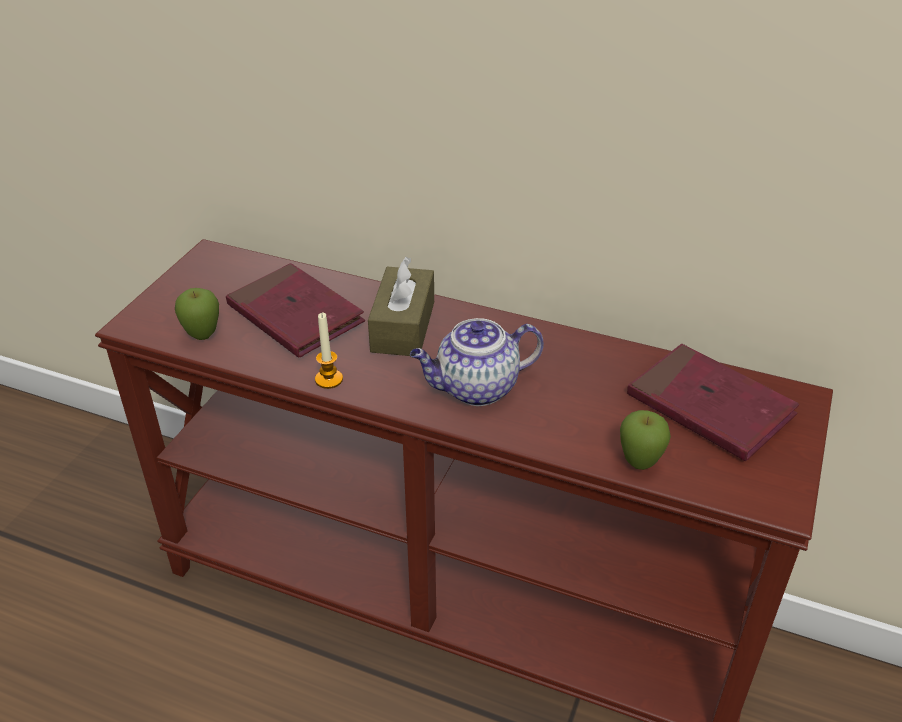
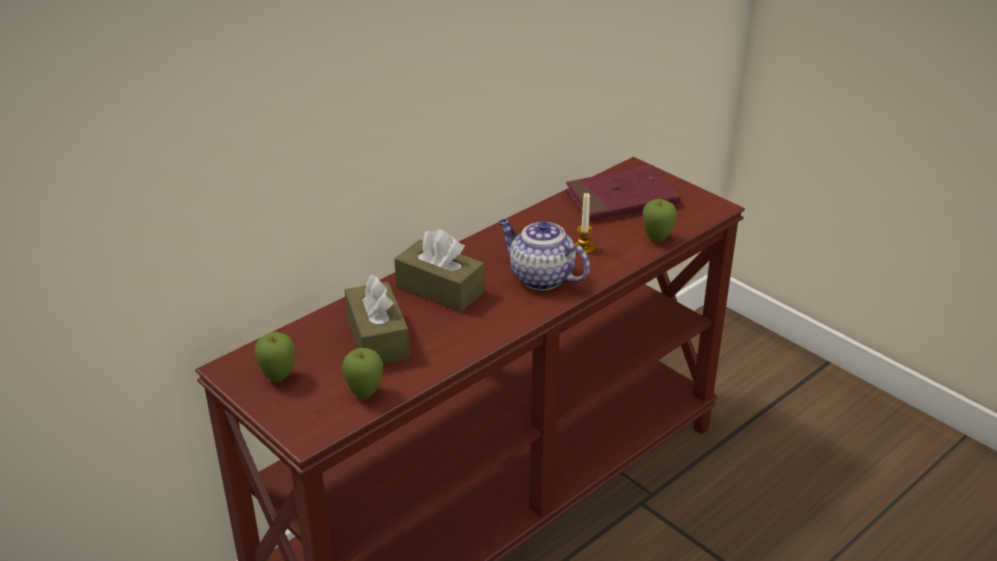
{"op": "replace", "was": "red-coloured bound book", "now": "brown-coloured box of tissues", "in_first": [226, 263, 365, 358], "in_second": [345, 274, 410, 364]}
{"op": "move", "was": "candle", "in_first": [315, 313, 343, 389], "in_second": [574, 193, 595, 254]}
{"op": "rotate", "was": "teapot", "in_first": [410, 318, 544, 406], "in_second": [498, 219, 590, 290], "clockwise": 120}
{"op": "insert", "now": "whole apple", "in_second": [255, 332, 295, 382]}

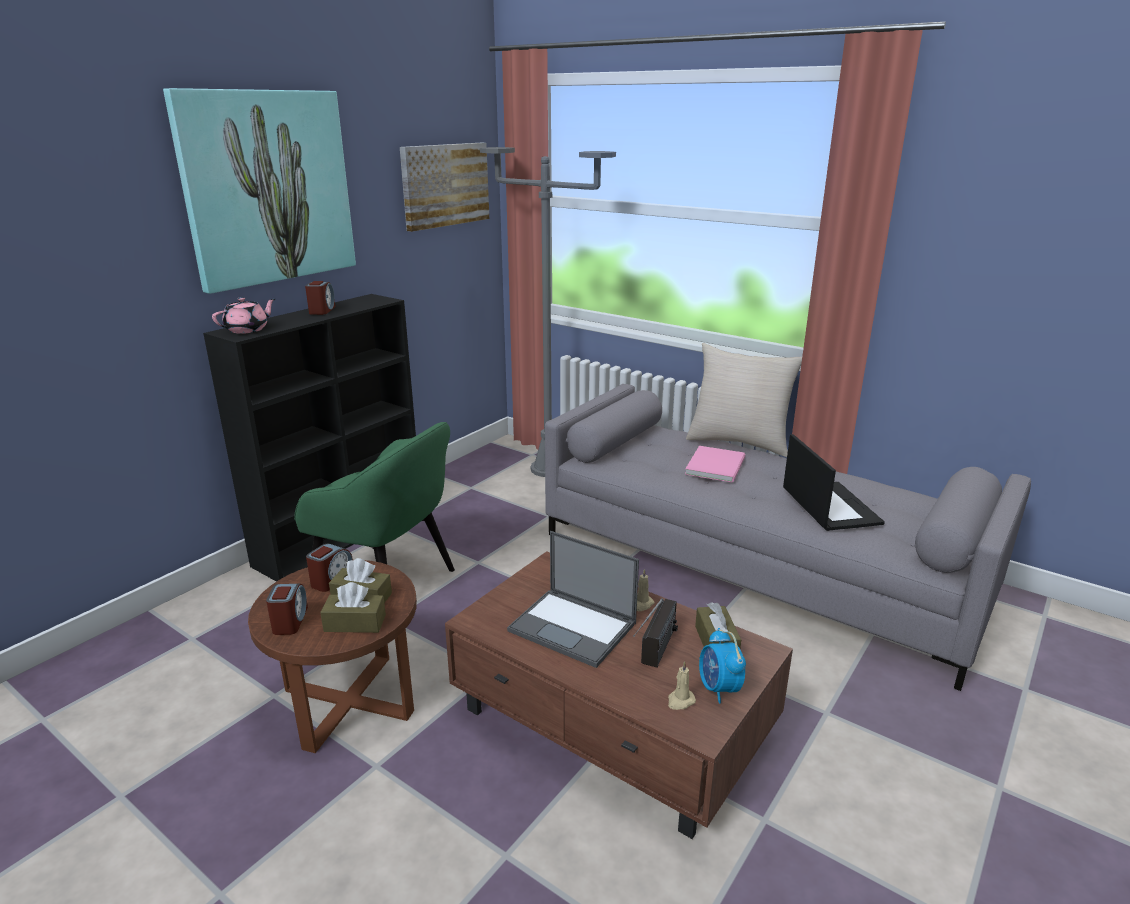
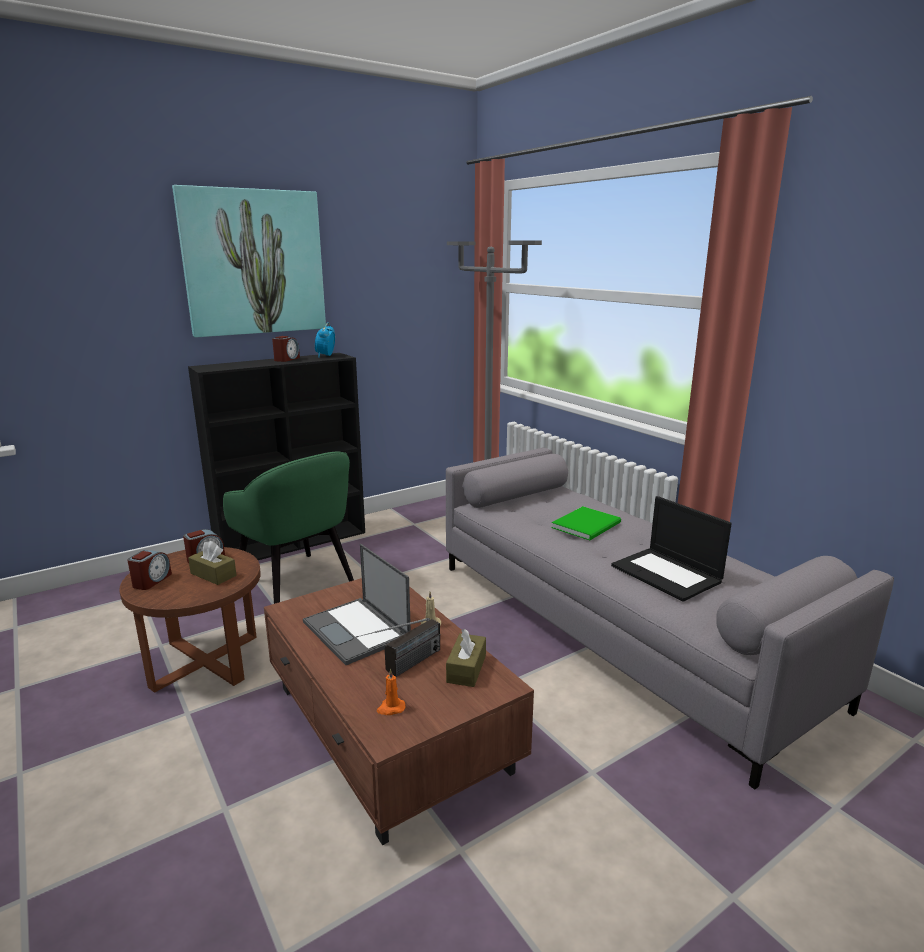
{"op": "delete", "was": "wall art", "in_first": [400, 143, 489, 232]}
{"op": "delete", "was": "pink teapot", "in_first": [212, 297, 275, 334]}
{"op": "delete", "was": "beige throw pillow", "in_first": [686, 343, 802, 457]}
{"op": "rotate", "was": "portable computer", "in_first": [783, 434, 885, 531], "in_second": [611, 496, 732, 602], "clockwise": 135}
{"op": "recolor", "was": "pink bound book", "now": "greenish bound book", "in_first": [685, 446, 745, 483], "in_second": [552, 506, 621, 540]}
{"op": "delete", "was": "brown-coloured box of tissues", "in_first": [320, 582, 386, 633]}
{"op": "move", "was": "table clock", "in_first": [699, 628, 746, 704], "in_second": [315, 322, 335, 358]}
{"op": "recolor", "was": "beige candle", "now": "orange-coloured candle", "in_first": [668, 661, 696, 710], "in_second": [377, 669, 406, 715]}

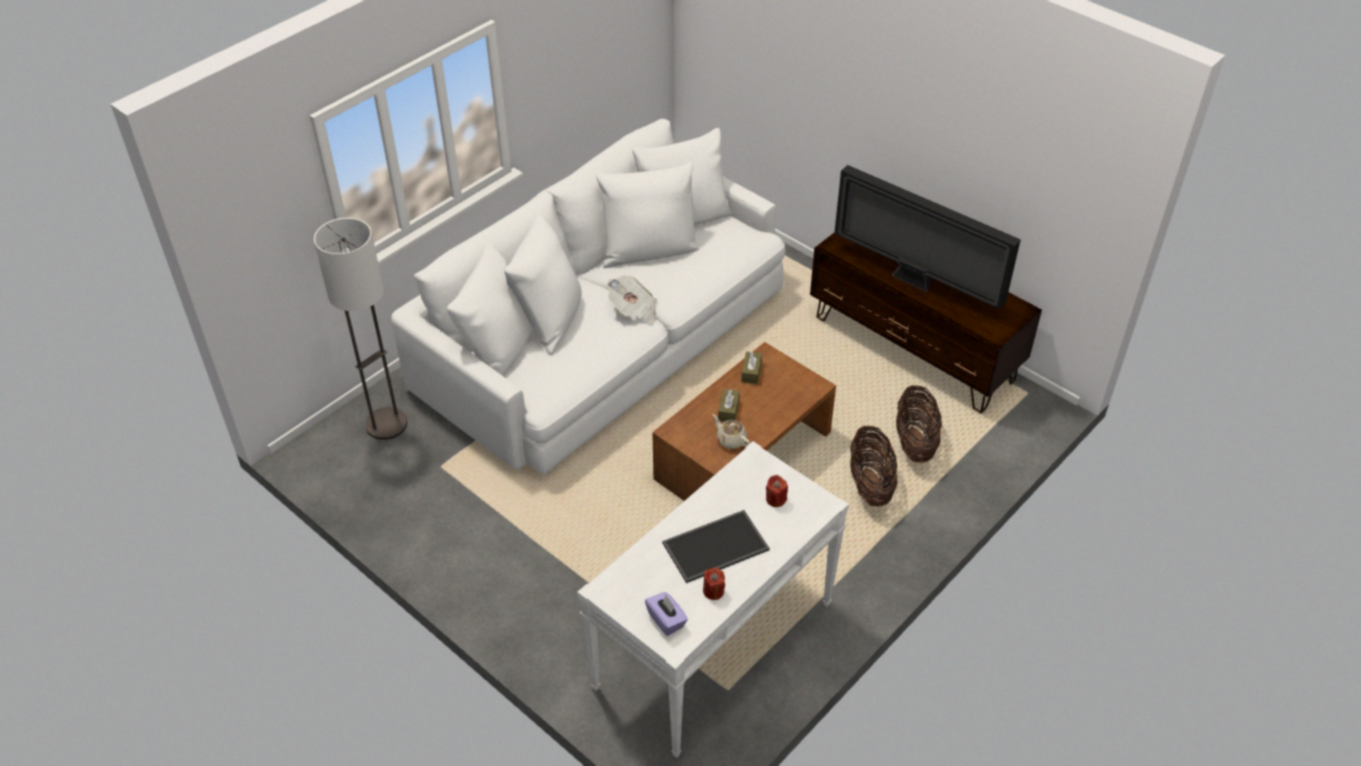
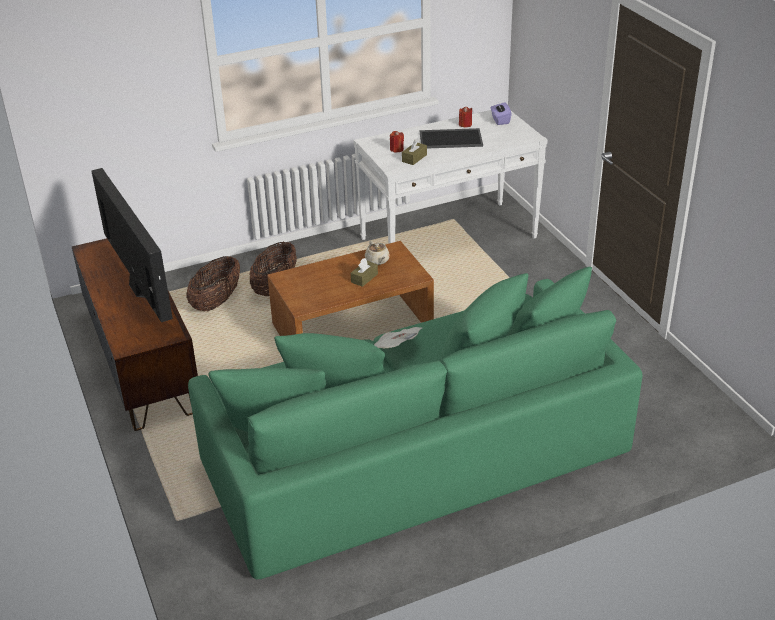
{"op": "recolor", "was": "white-coloured couch", "now": "greenish couch", "in_first": [391, 119, 785, 475], "in_second": [188, 267, 643, 579]}
{"op": "delete", "was": "standing lamp", "in_first": [314, 218, 407, 440]}
{"op": "move", "was": "brown-coloured box of tissues", "in_first": [741, 351, 762, 384], "in_second": [402, 139, 427, 165]}

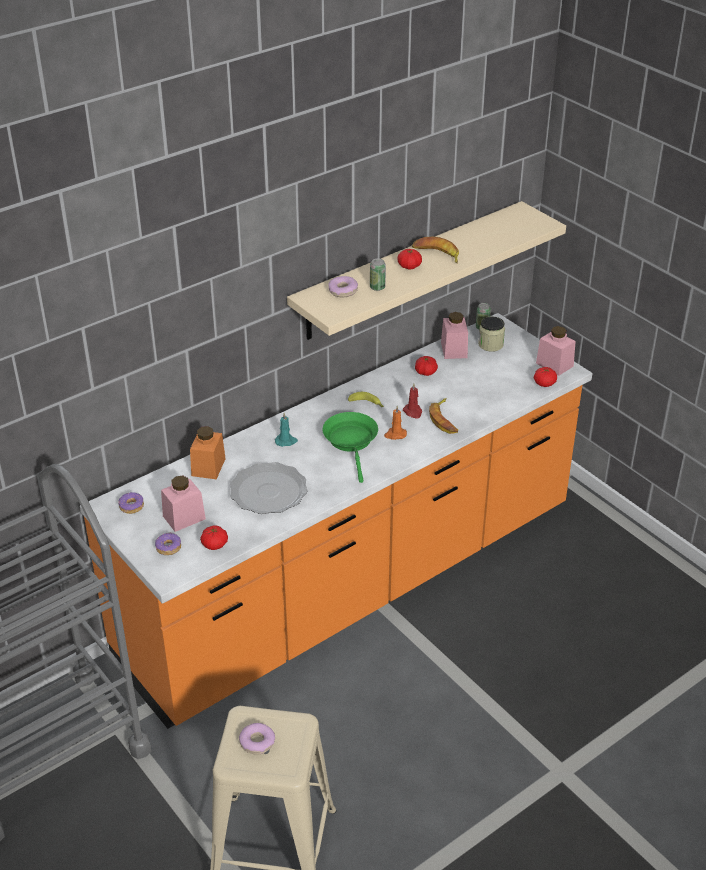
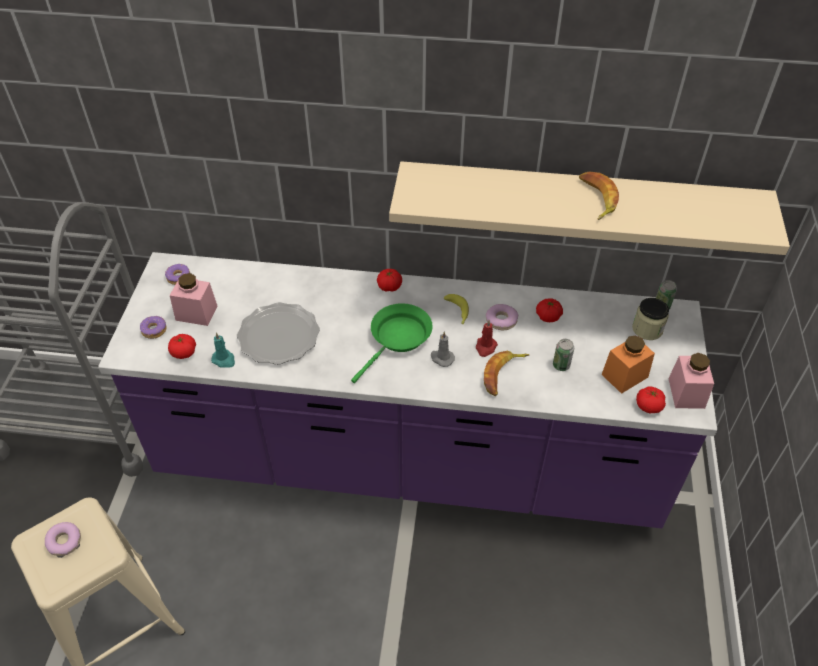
{"op": "move", "was": "whole tomato", "in_first": [398, 249, 422, 269], "in_second": [377, 269, 402, 292]}
{"op": "move", "was": "can", "in_first": [370, 259, 386, 291], "in_second": [553, 339, 574, 371]}
{"op": "move", "was": "donut", "in_first": [328, 276, 358, 297], "in_second": [486, 304, 518, 330]}
{"op": "delete", "was": "pink storage jar", "in_first": [441, 312, 468, 359]}
{"op": "recolor", "was": "orange-coloured counter", "now": "purple counter", "in_first": [80, 313, 592, 729], "in_second": [98, 252, 717, 528]}
{"op": "recolor", "was": "orange-coloured candle", "now": "grey candle", "in_first": [384, 406, 407, 440], "in_second": [431, 331, 455, 367]}
{"op": "move", "was": "blue-green candle", "in_first": [275, 412, 298, 447], "in_second": [211, 332, 235, 368]}
{"op": "move", "was": "orange-coloured storage jar", "in_first": [190, 426, 226, 479], "in_second": [602, 335, 655, 394]}

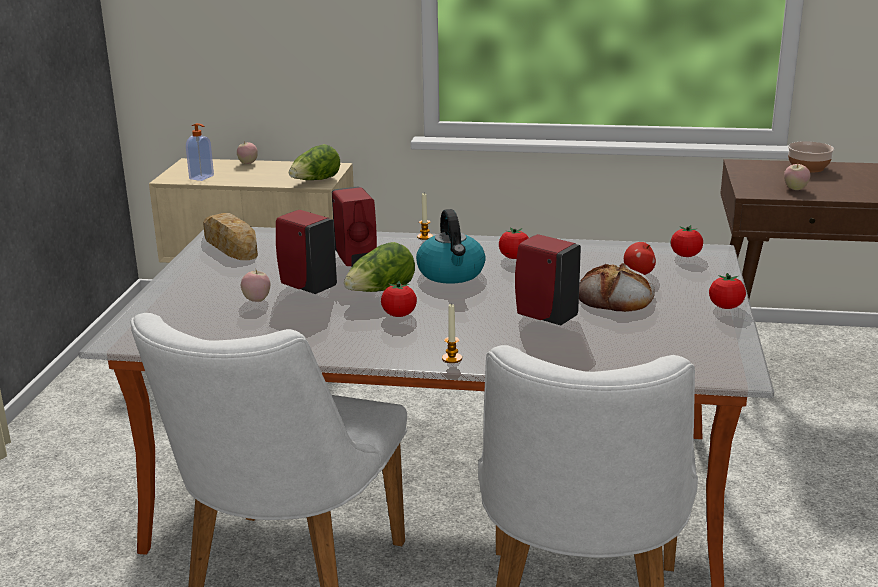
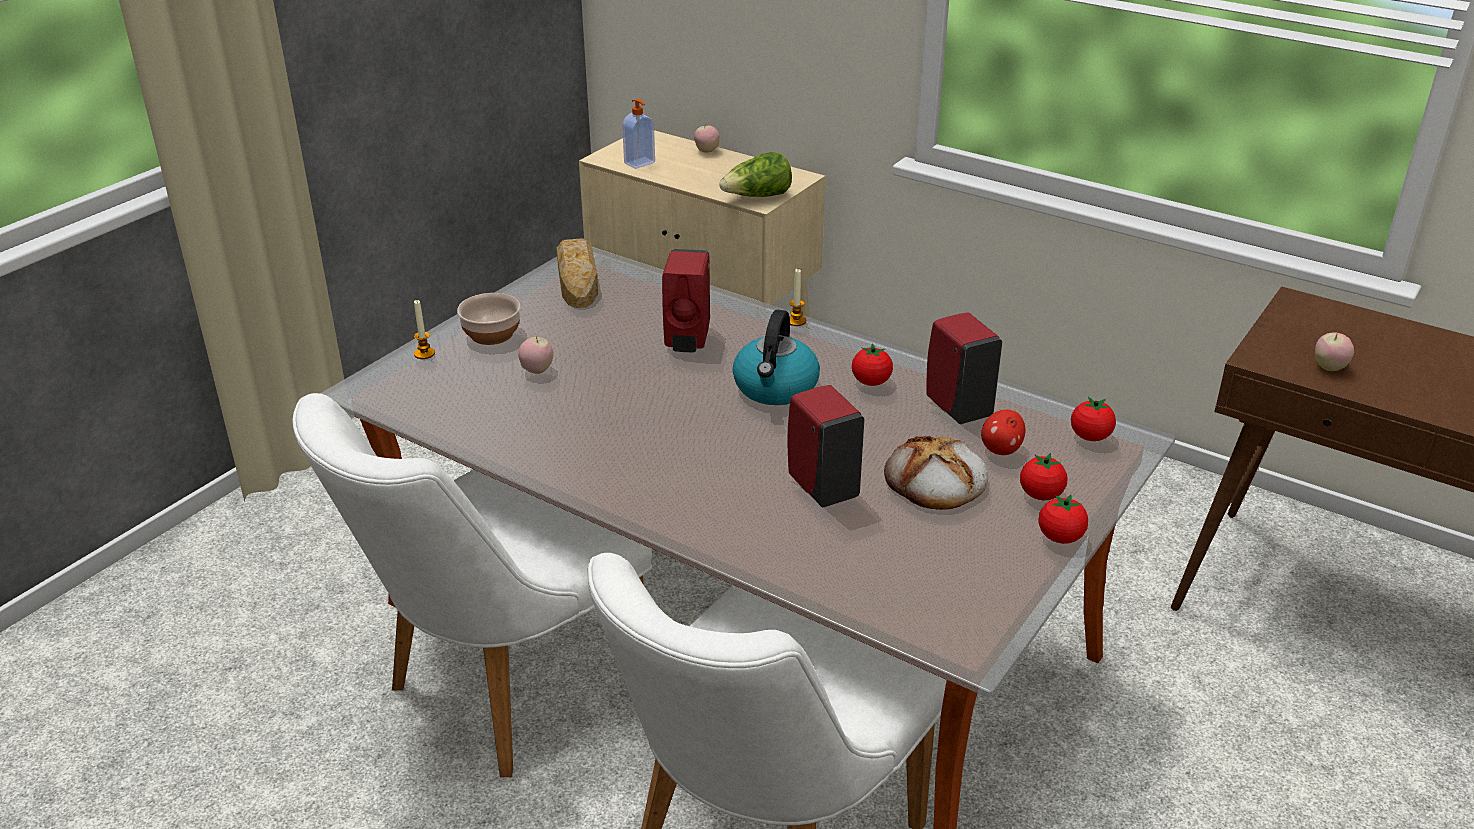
{"op": "move", "was": "deep dish", "in_first": [788, 141, 834, 172], "in_second": [457, 293, 521, 345]}
{"op": "move", "was": "red-coloured soap dispenser", "in_first": [276, 210, 337, 294], "in_second": [926, 312, 1002, 424]}
{"op": "delete", "was": "head of lettuce", "in_first": [344, 242, 415, 292]}
{"op": "move", "was": "whole tomato", "in_first": [381, 281, 417, 317], "in_second": [1020, 453, 1067, 500]}
{"op": "move", "was": "candle", "in_first": [442, 303, 462, 363], "in_second": [414, 300, 435, 359]}

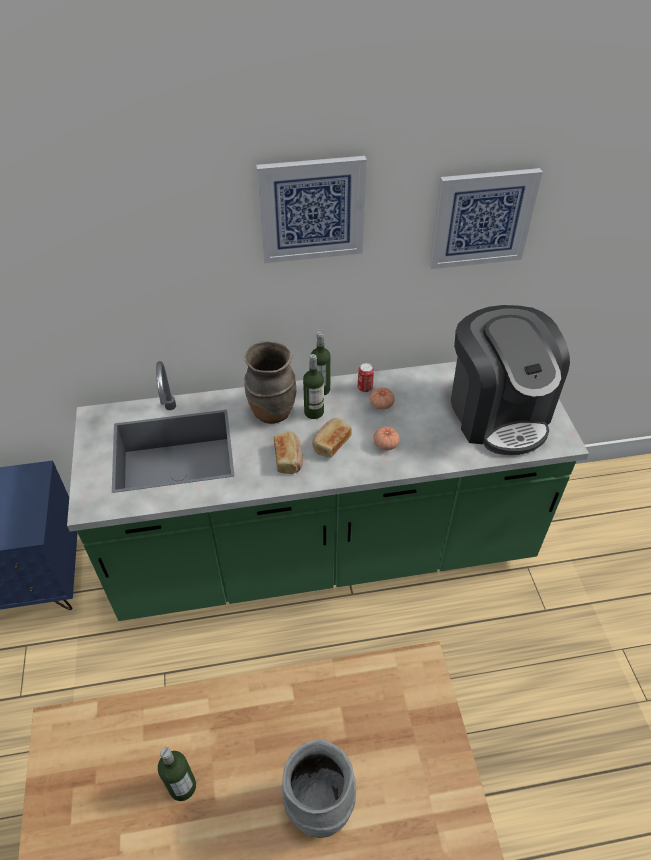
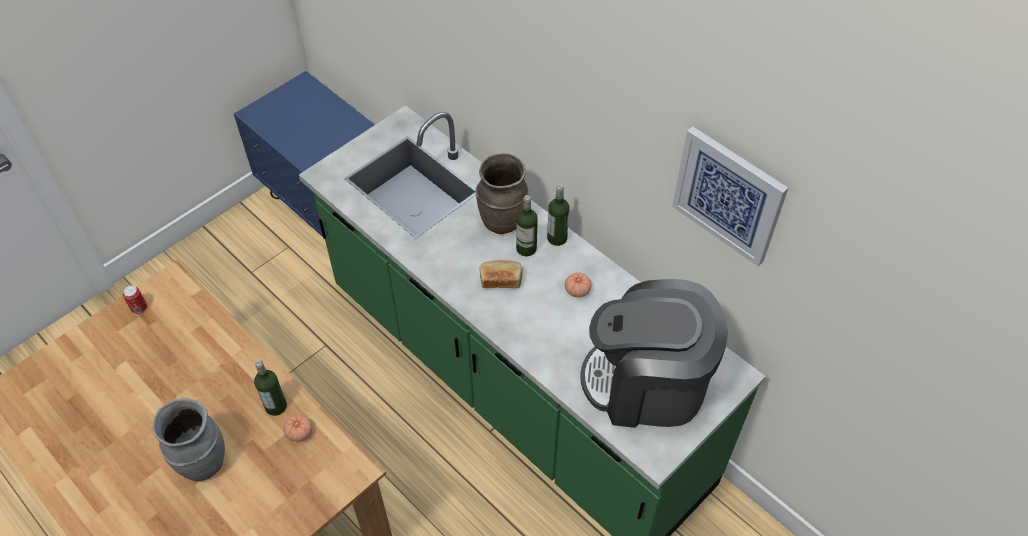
{"op": "delete", "was": "wall art", "in_first": [256, 156, 367, 263]}
{"op": "rotate", "was": "coffee machine", "in_first": [451, 305, 570, 455], "in_second": [581, 279, 728, 428], "clockwise": 60}
{"op": "move", "was": "can", "in_first": [358, 363, 374, 393], "in_second": [123, 285, 147, 314]}
{"op": "move", "was": "whole tomato", "in_first": [373, 427, 400, 450], "in_second": [284, 415, 312, 442]}
{"op": "delete", "was": "bakery bread", "in_first": [274, 432, 303, 474]}
{"op": "move", "was": "beverage bottle", "in_first": [158, 747, 196, 801], "in_second": [254, 360, 287, 416]}

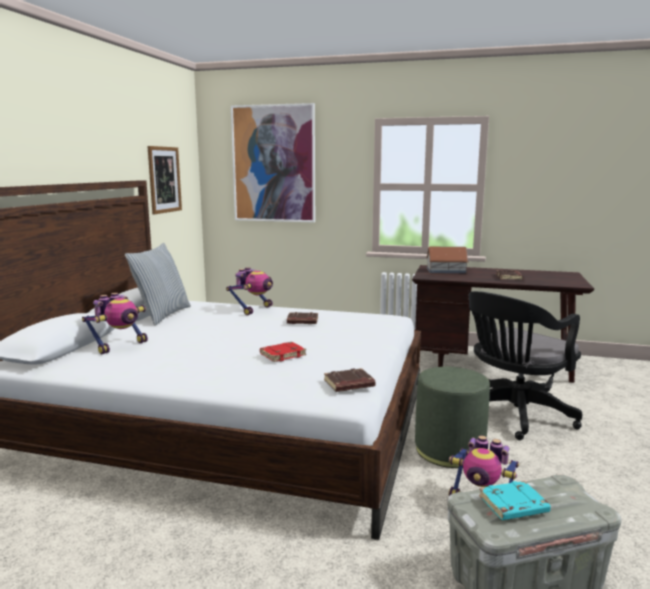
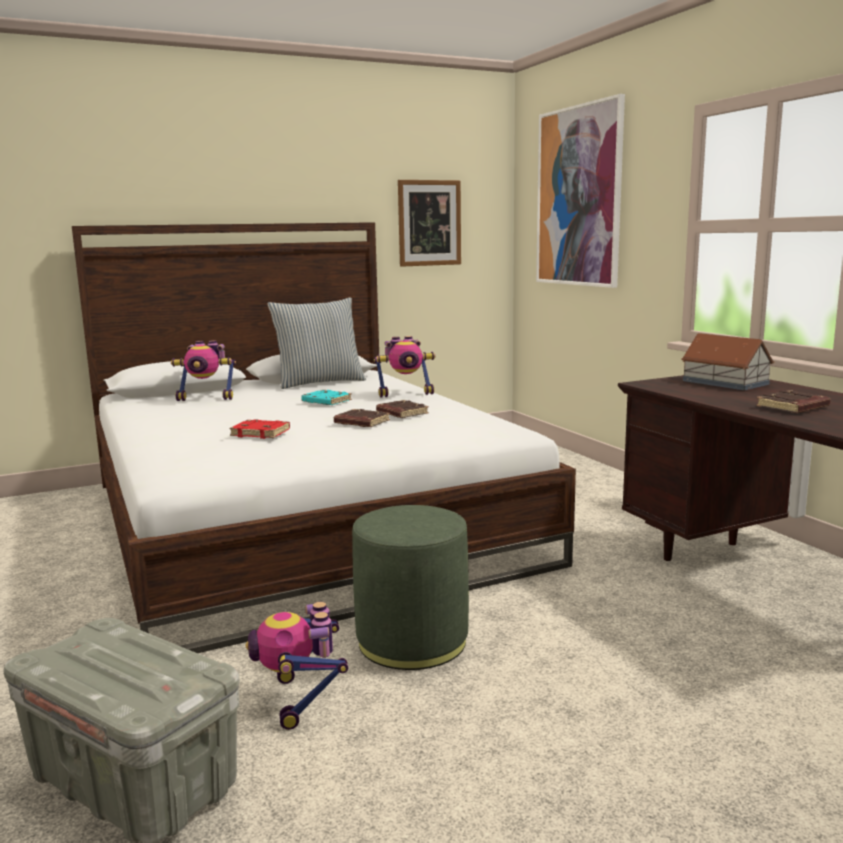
{"op": "delete", "was": "black computer chair", "in_first": [469, 291, 582, 440]}
{"op": "move", "was": "brown-coloured bound book", "in_first": [324, 368, 375, 392], "in_second": [334, 409, 390, 427]}
{"op": "move", "was": "blue-green bound book", "in_first": [479, 481, 551, 520], "in_second": [301, 390, 352, 405]}

